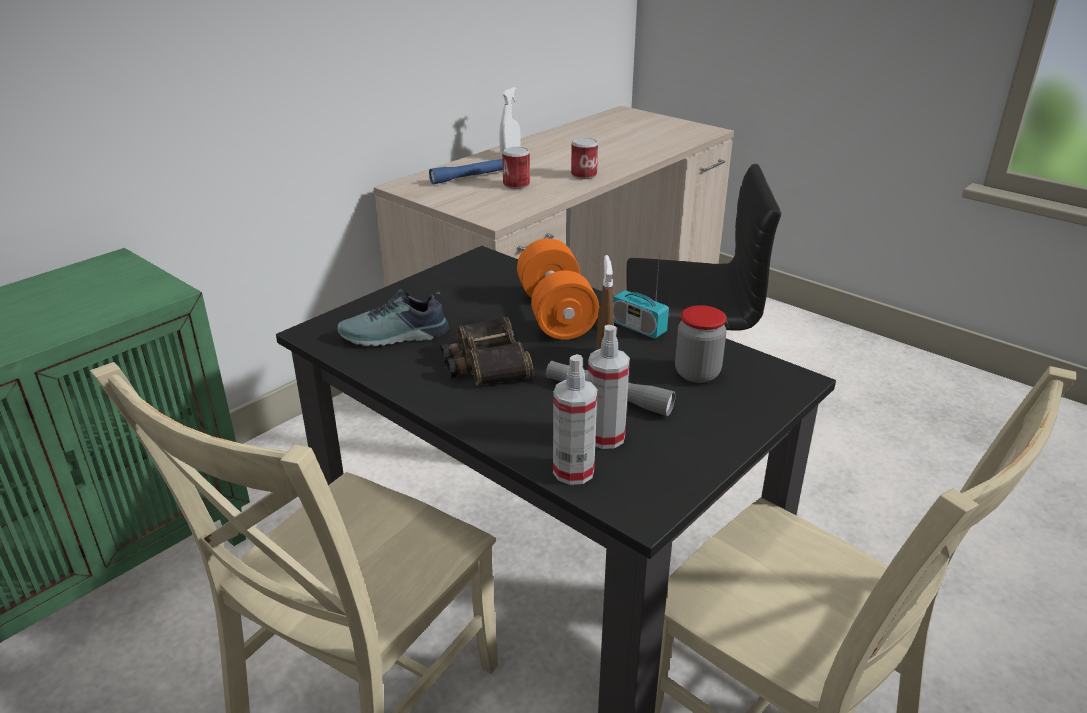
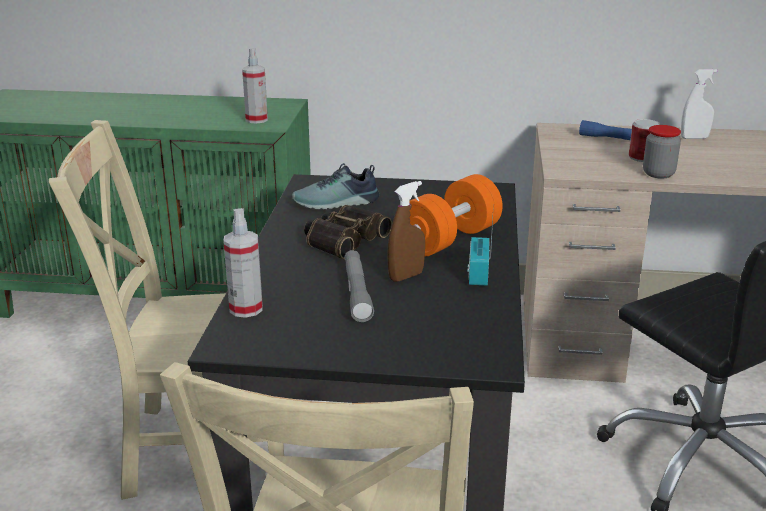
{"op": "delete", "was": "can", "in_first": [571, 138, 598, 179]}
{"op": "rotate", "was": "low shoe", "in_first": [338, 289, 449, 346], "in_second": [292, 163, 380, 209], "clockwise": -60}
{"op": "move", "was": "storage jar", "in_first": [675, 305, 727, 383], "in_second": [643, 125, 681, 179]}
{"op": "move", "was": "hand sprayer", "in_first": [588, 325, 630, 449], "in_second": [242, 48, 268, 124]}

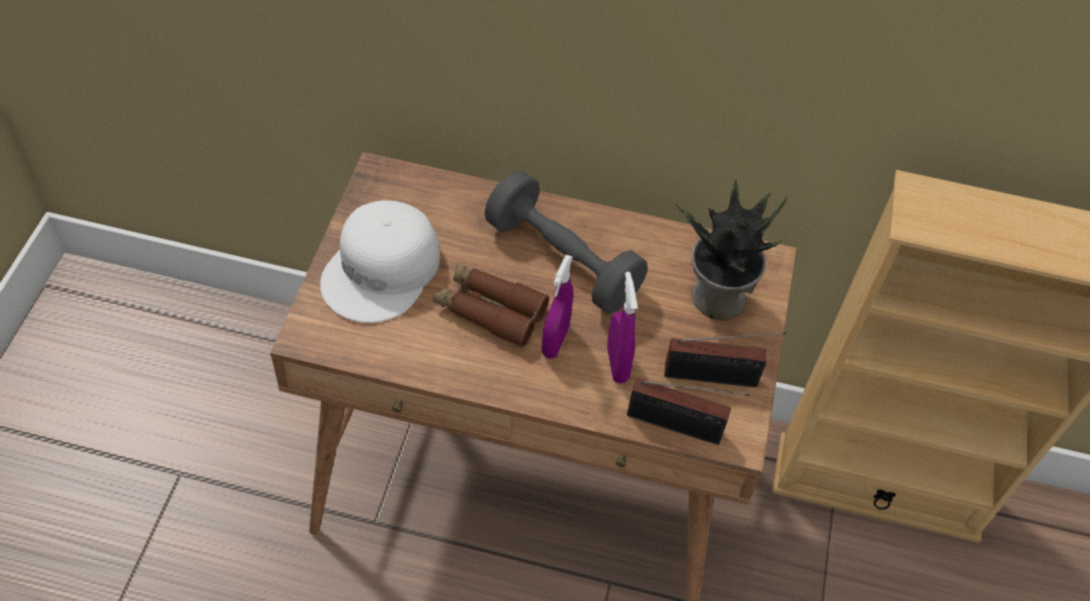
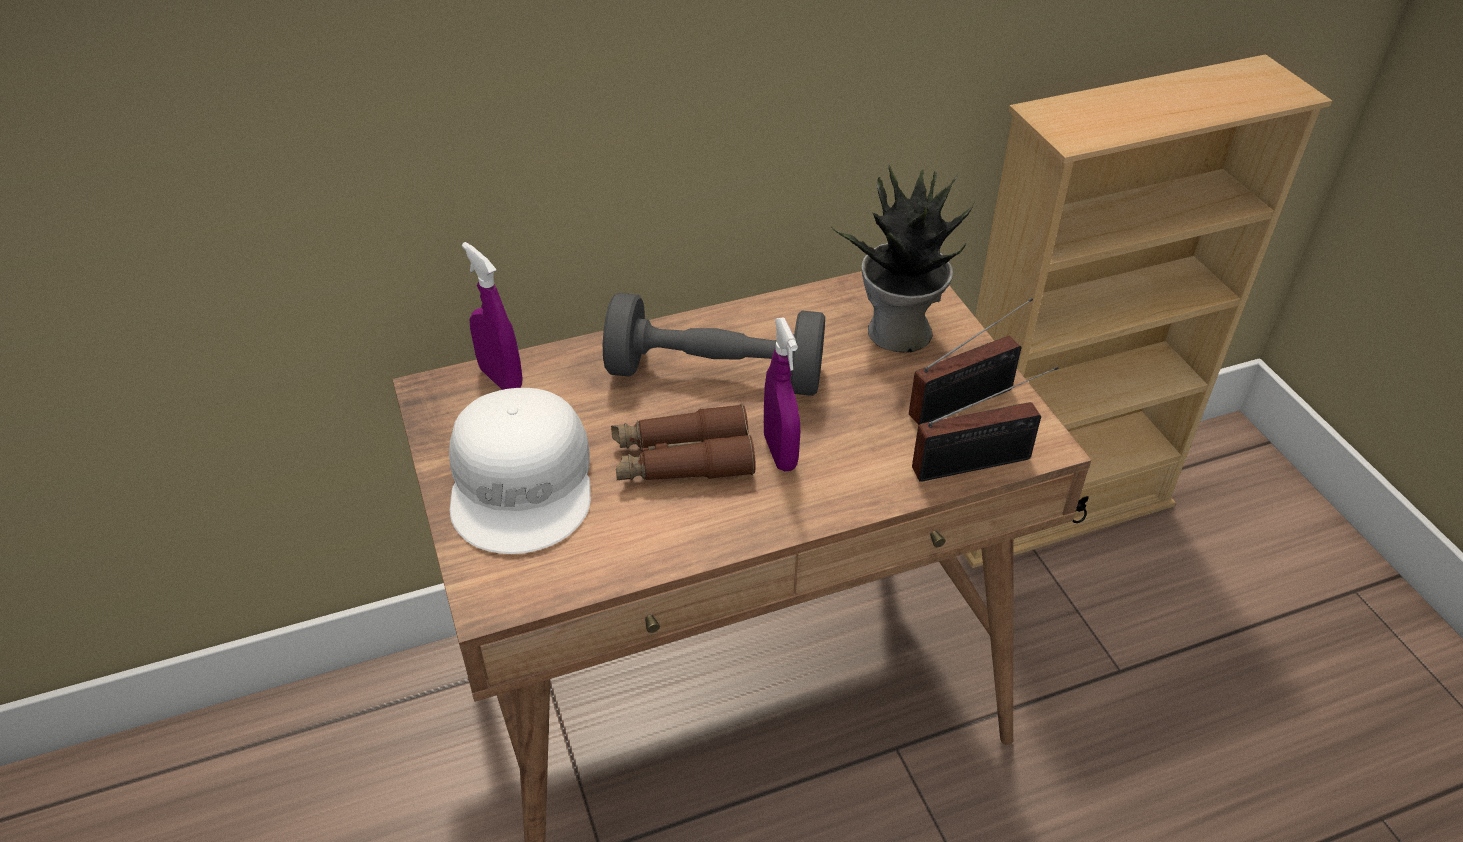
{"op": "move", "was": "purple hand sprayer", "in_first": [607, 272, 638, 383], "in_second": [462, 242, 523, 390]}

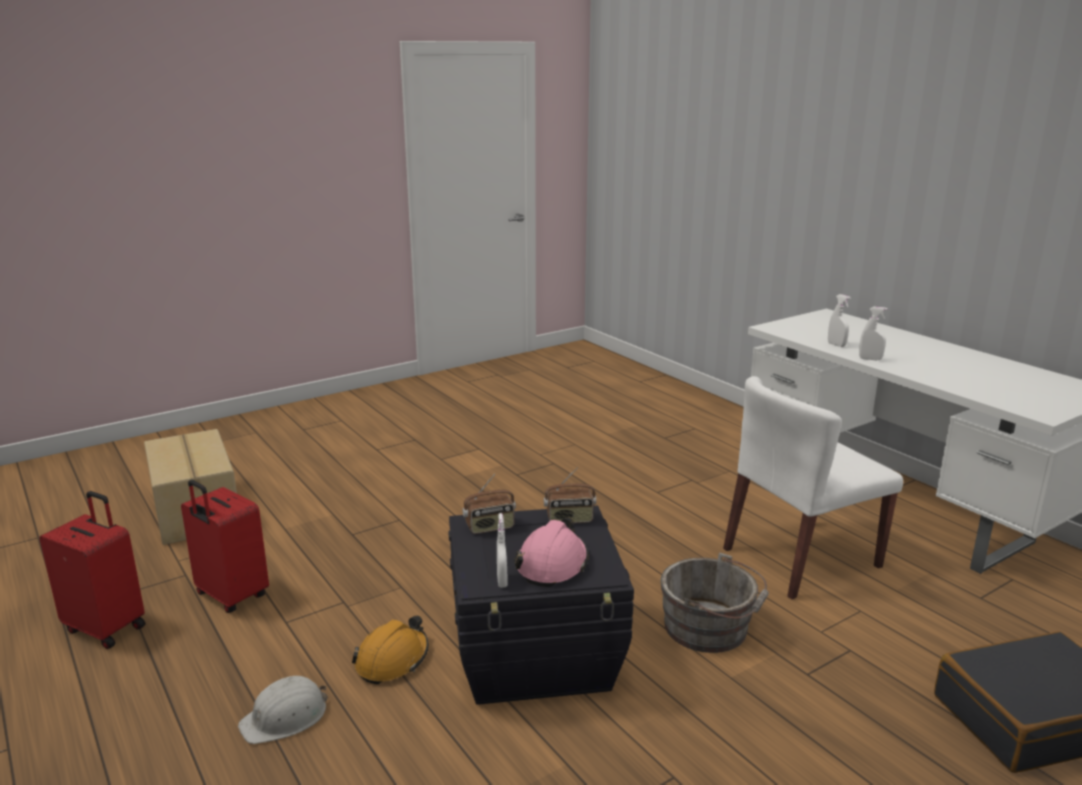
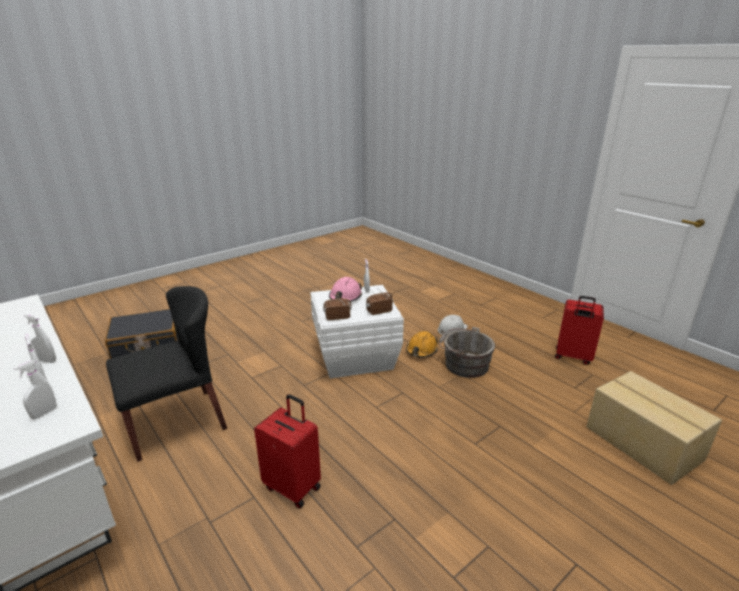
{"op": "recolor", "was": "white-coloured plain chair", "now": "black plain chair", "in_first": [723, 376, 903, 600], "in_second": [106, 286, 227, 462]}
{"op": "move", "was": "red-coloured piece of luggage", "in_first": [181, 480, 269, 613], "in_second": [254, 394, 321, 509]}
{"op": "recolor", "was": "black storage box", "now": "white-coloured storage box", "in_first": [448, 506, 634, 705], "in_second": [310, 285, 404, 378]}
{"op": "move", "was": "grey bucket", "in_first": [660, 552, 769, 653], "in_second": [439, 327, 495, 378]}
{"op": "insert", "now": "white-coloured hand sprayer", "in_second": [14, 360, 57, 419]}

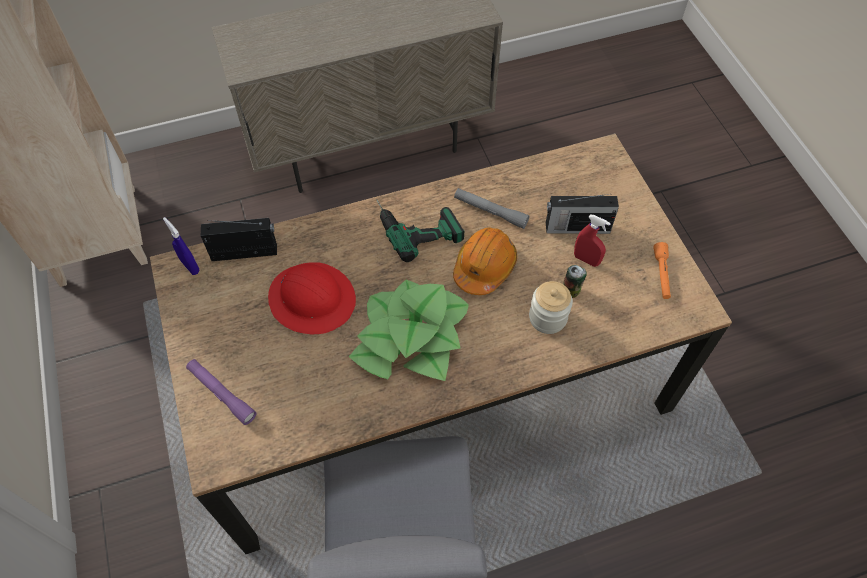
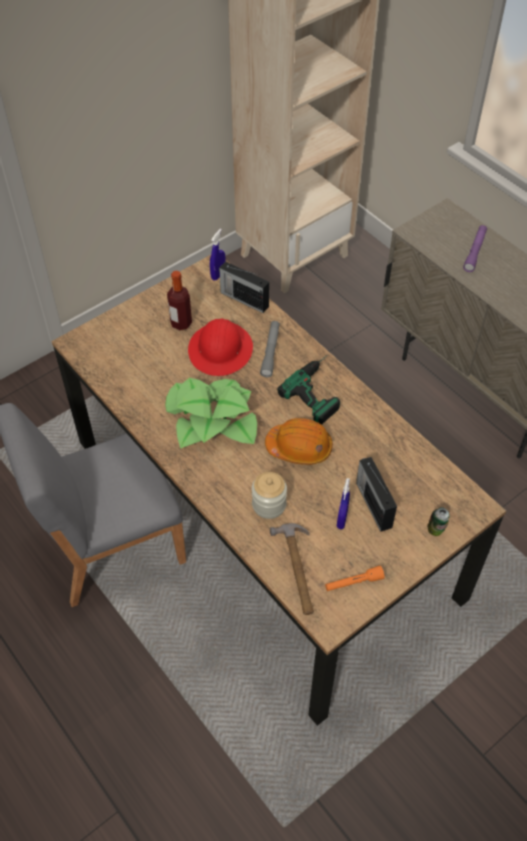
{"op": "move", "was": "grey torch", "in_first": [454, 188, 529, 229], "in_second": [260, 321, 280, 377]}
{"op": "recolor", "was": "red-coloured hand sprayer", "now": "blue hand sprayer", "in_first": [574, 214, 611, 267], "in_second": [336, 478, 350, 529]}
{"op": "rotate", "was": "radio receiver", "in_first": [201, 218, 277, 261], "in_second": [219, 262, 269, 313], "clockwise": 150}
{"op": "move", "was": "can", "in_first": [563, 265, 587, 298], "in_second": [427, 507, 450, 536]}
{"op": "move", "was": "purple torch", "in_first": [186, 359, 257, 425], "in_second": [463, 225, 487, 272]}
{"op": "insert", "now": "beverage bottle", "in_second": [167, 271, 192, 330]}
{"op": "insert", "now": "hammer", "in_second": [270, 523, 314, 615]}

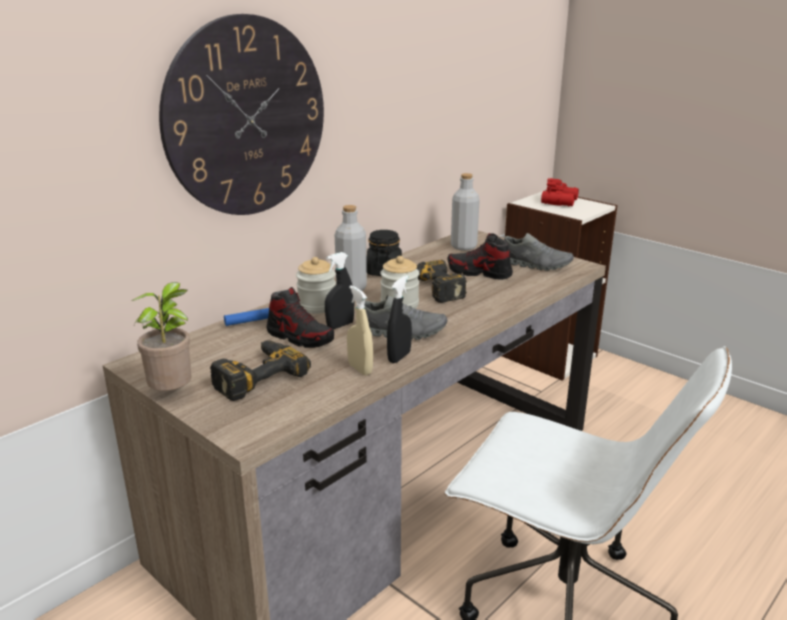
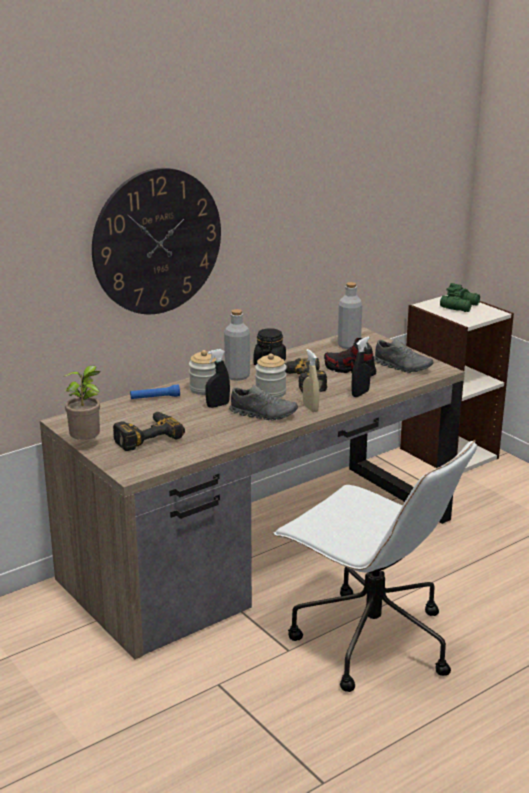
{"op": "recolor", "was": "red-coloured pair of binoculars", "now": "greenish pair of binoculars", "in_first": [541, 178, 579, 207], "in_second": [440, 283, 480, 312]}
{"op": "move", "was": "black hand sprayer", "in_first": [387, 275, 412, 363], "in_second": [351, 337, 371, 397]}
{"op": "move", "was": "beige hand sprayer", "in_first": [347, 285, 373, 375], "in_second": [303, 349, 319, 412]}
{"op": "delete", "was": "low shoe", "in_first": [267, 287, 334, 348]}

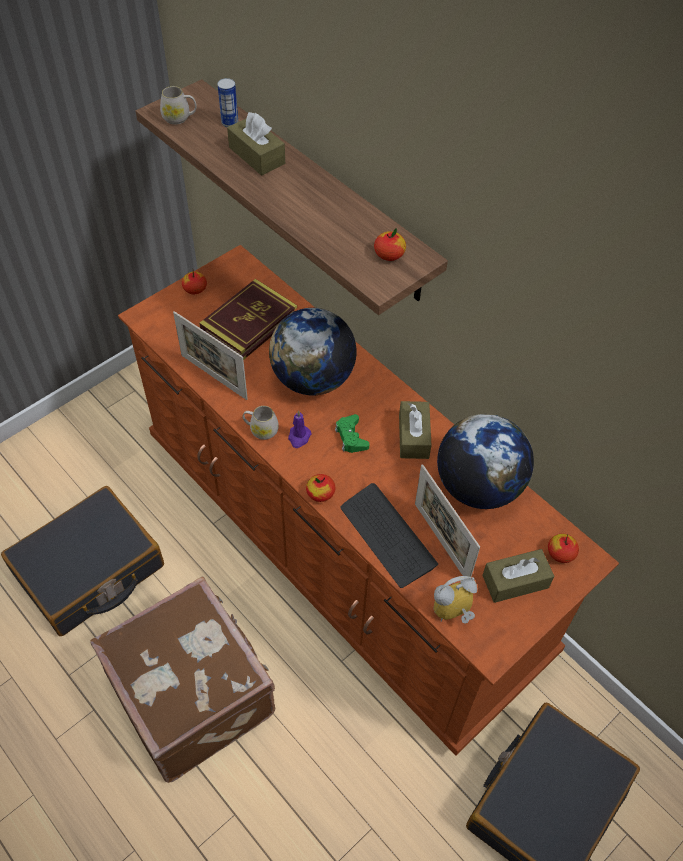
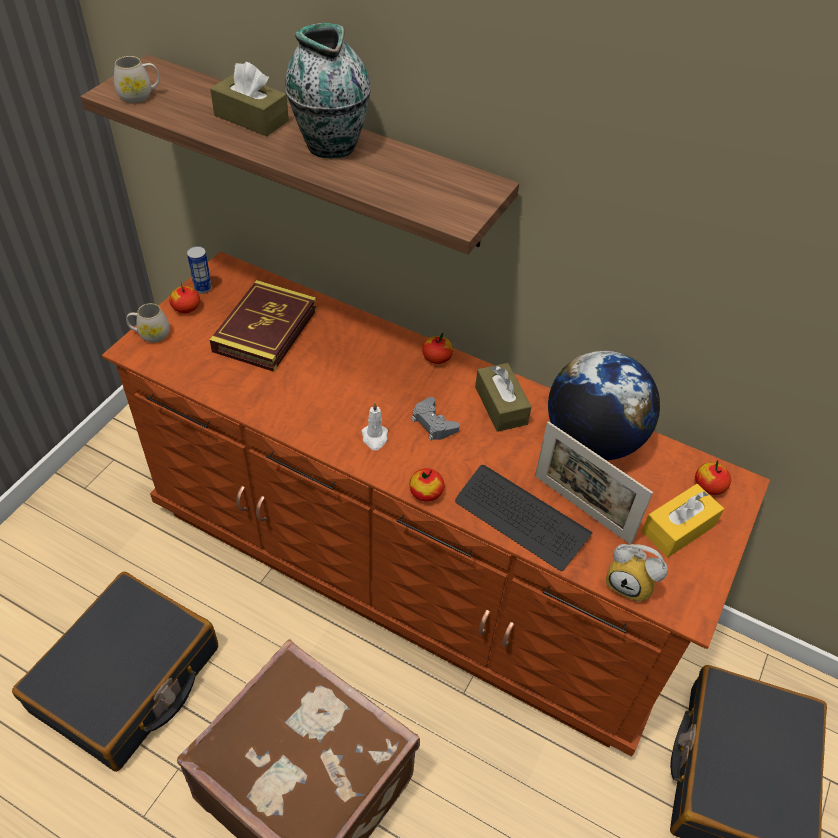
{"op": "move", "was": "can", "in_first": [217, 78, 238, 127], "in_second": [187, 246, 212, 294]}
{"op": "move", "was": "whole apple", "in_first": [374, 228, 406, 261], "in_second": [422, 333, 453, 364]}
{"op": "delete", "was": "desk globe", "in_first": [269, 308, 357, 395]}
{"op": "delete", "was": "picture frame", "in_first": [173, 311, 248, 400]}
{"op": "move", "was": "white-coloured mug", "in_first": [242, 406, 279, 440], "in_second": [126, 303, 170, 343]}
{"op": "recolor", "was": "purple candle", "now": "white-coloured candle", "in_first": [288, 410, 312, 448], "in_second": [361, 403, 388, 451]}
{"op": "recolor", "was": "greenish joypad", "now": "grey joypad", "in_first": [335, 414, 369, 453], "in_second": [412, 397, 460, 441]}
{"op": "recolor", "was": "brown-coloured box of tissues", "now": "yellowish box of tissues", "in_first": [482, 549, 554, 603], "in_second": [642, 484, 724, 557]}
{"op": "rotate", "was": "table clock", "in_first": [433, 576, 477, 624], "in_second": [606, 544, 668, 602], "clockwise": -105}
{"op": "insert", "now": "decorative vase", "in_second": [285, 23, 371, 158]}

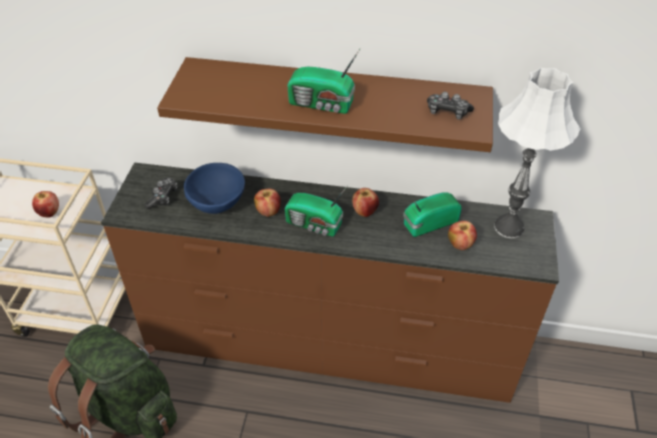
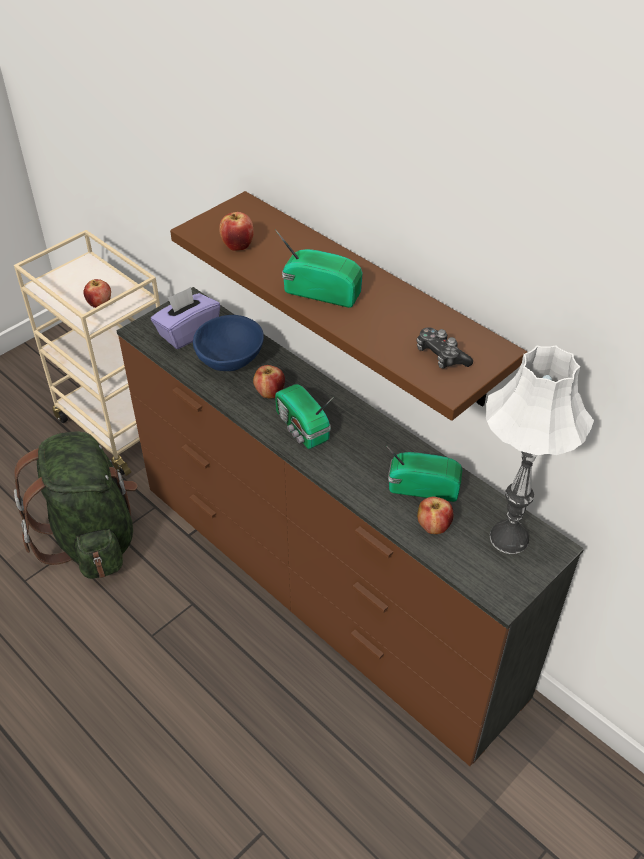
{"op": "rotate", "was": "radio receiver", "in_first": [287, 49, 360, 114], "in_second": [275, 229, 363, 308], "clockwise": 150}
{"op": "replace", "was": "joypad", "now": "purple box of tissues", "in_first": [145, 177, 177, 209], "in_second": [151, 287, 220, 349]}
{"op": "move", "was": "whole apple", "in_first": [352, 188, 379, 217], "in_second": [219, 212, 254, 251]}

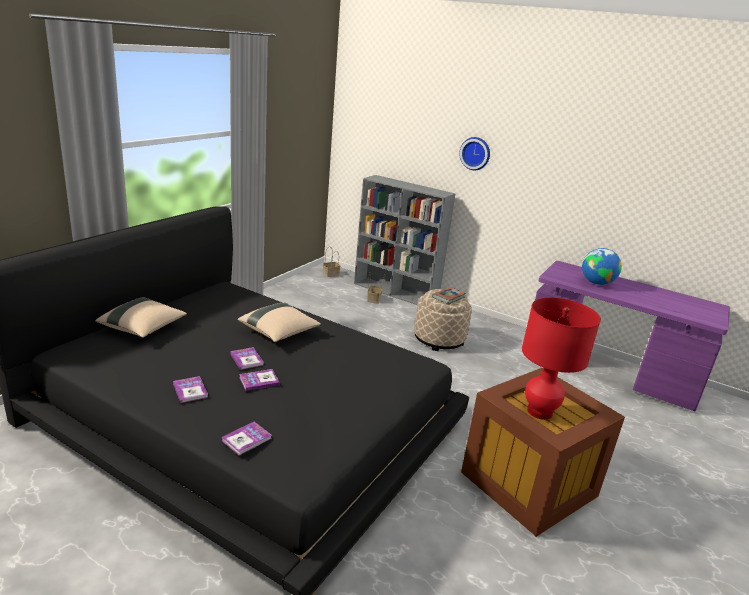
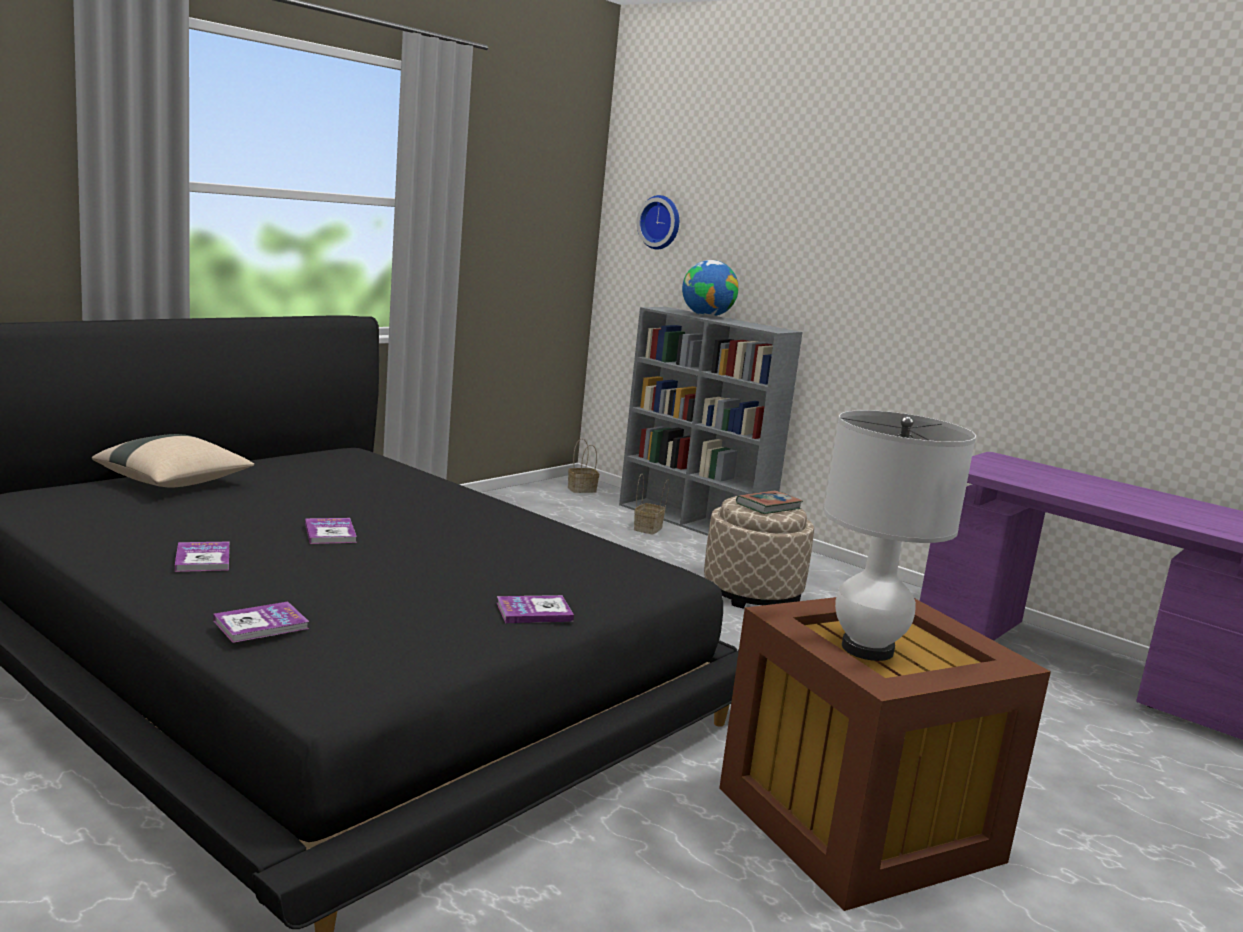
{"op": "move", "was": "hanging clock", "in_first": [459, 137, 490, 170], "in_second": [637, 195, 679, 249]}
{"op": "move", "was": "desk globe", "in_first": [582, 248, 622, 285], "in_second": [682, 260, 739, 317]}
{"op": "recolor", "was": "red-coloured tabletop lamp", "now": "white-coloured tabletop lamp", "in_first": [522, 297, 601, 420], "in_second": [824, 410, 976, 661]}
{"op": "delete", "was": "beige throw pillow", "in_first": [237, 303, 321, 342]}
{"op": "move", "was": "bound book", "in_first": [239, 369, 280, 391], "in_second": [497, 595, 574, 623]}

